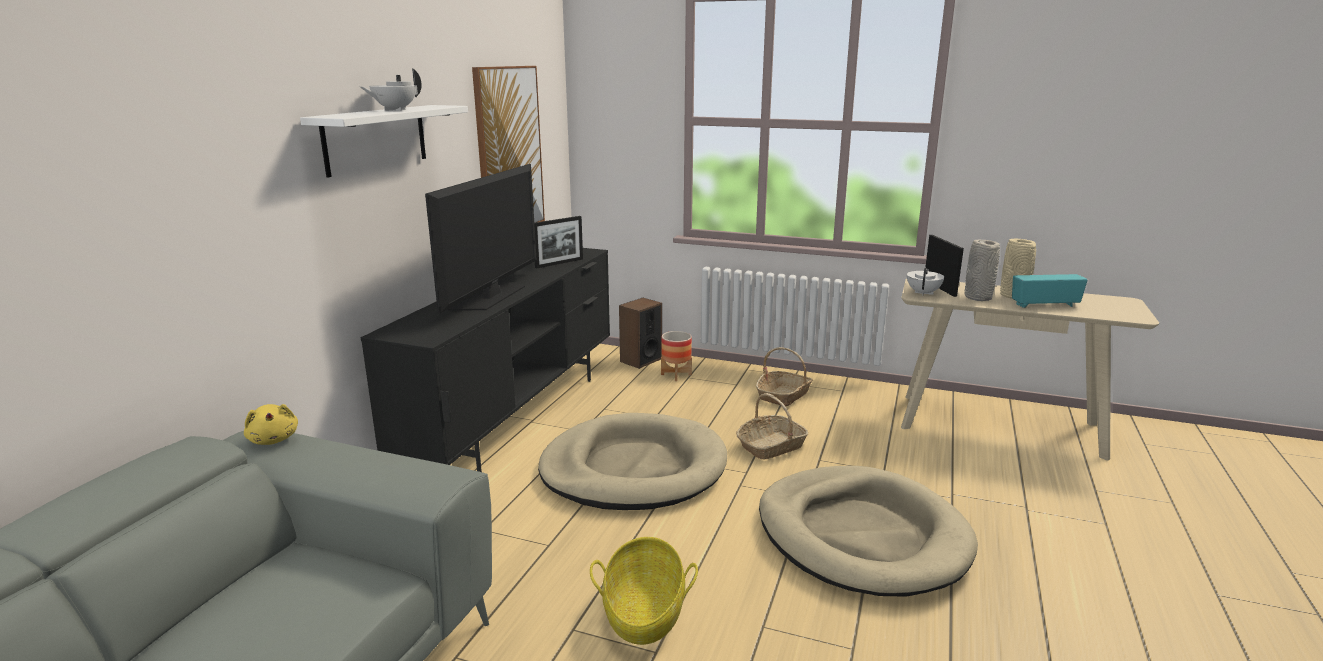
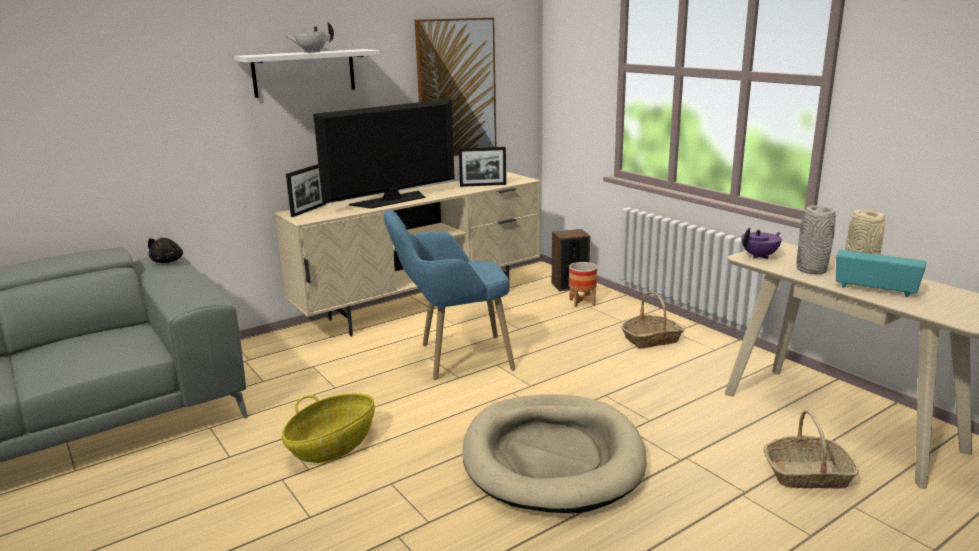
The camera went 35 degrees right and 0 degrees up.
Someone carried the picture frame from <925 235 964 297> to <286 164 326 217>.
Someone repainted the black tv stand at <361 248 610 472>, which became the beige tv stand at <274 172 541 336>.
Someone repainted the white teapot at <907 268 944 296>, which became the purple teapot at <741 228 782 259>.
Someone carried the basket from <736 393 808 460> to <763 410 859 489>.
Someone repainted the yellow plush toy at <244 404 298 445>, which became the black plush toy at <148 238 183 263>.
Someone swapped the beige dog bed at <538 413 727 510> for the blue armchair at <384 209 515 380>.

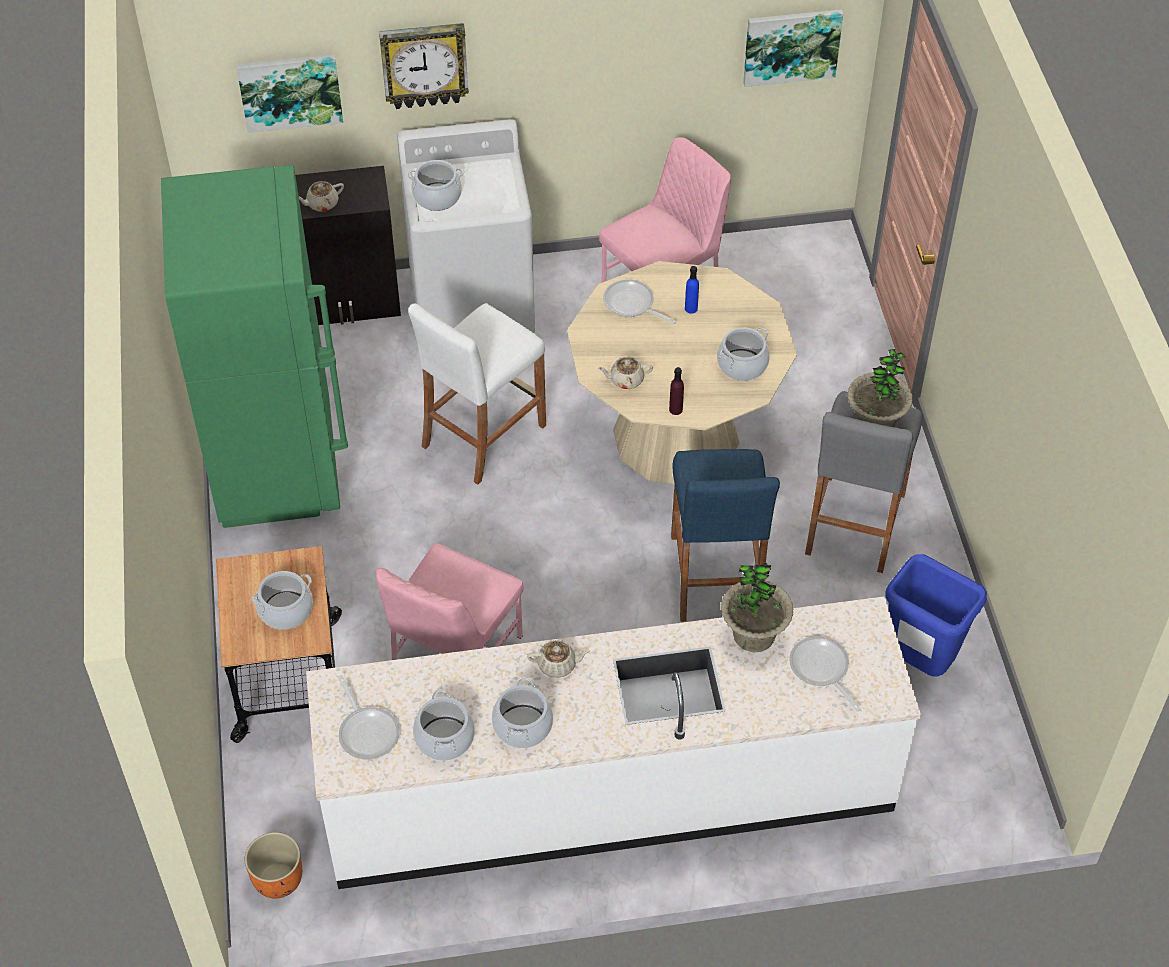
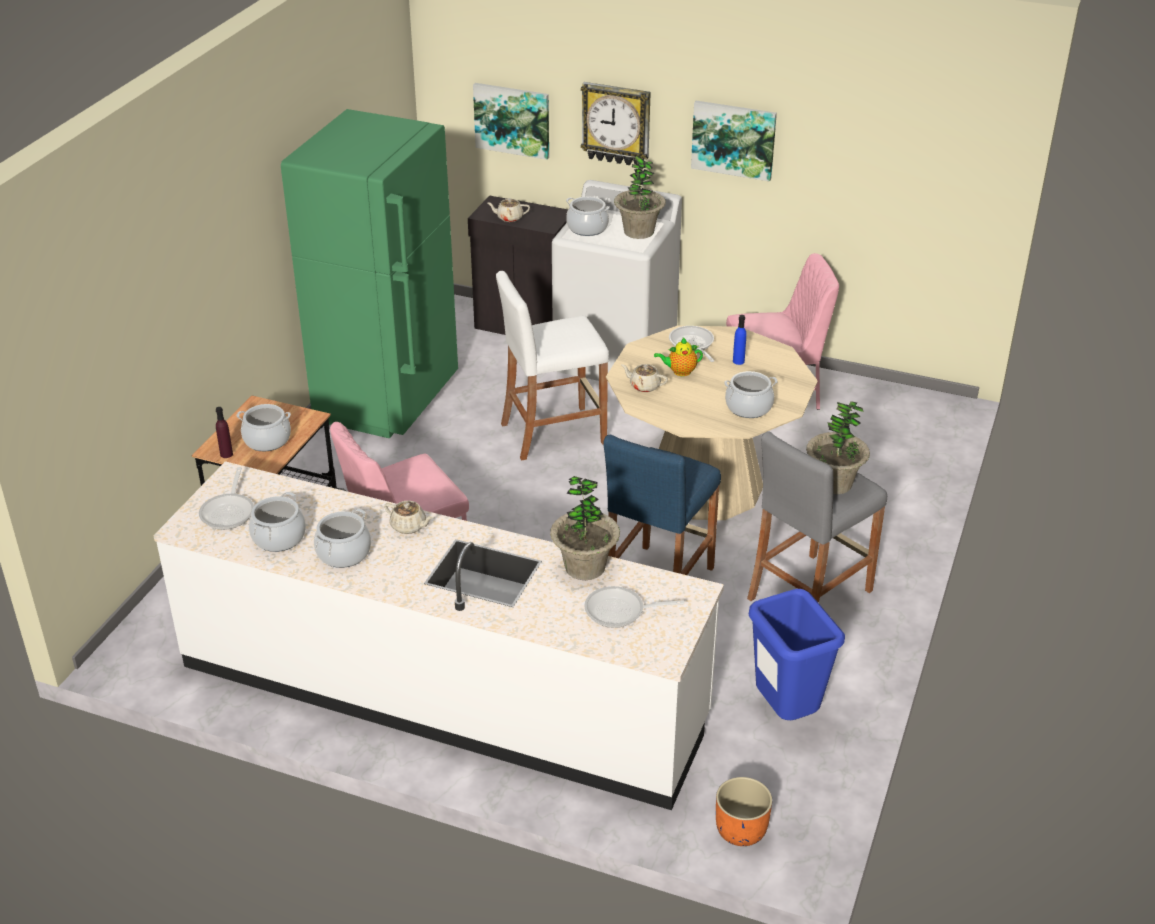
The camera went 30 degrees right and 15 degrees down.
Someone carried the picture from <743 9 843 87> to <691 101 777 181>.
Someone carried the purple bottle from <669 367 684 415> to <216 407 233 458>.
Someone rotated the frying pan at <789 636 861 712> by 90 degrees counterclockwise.
Someone carried the orange planter from <245 832 302 898> to <716 777 772 846>.
Someone put down the potted plant at <614 156 666 239>.
Someone put down the teapot at <654 338 703 376>.

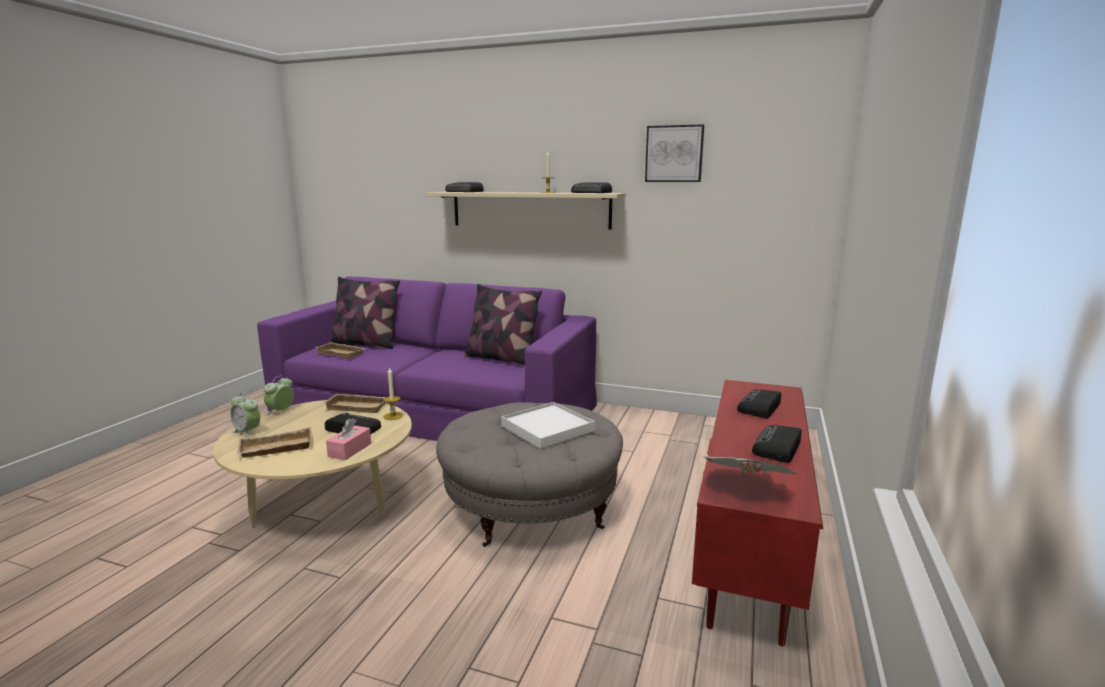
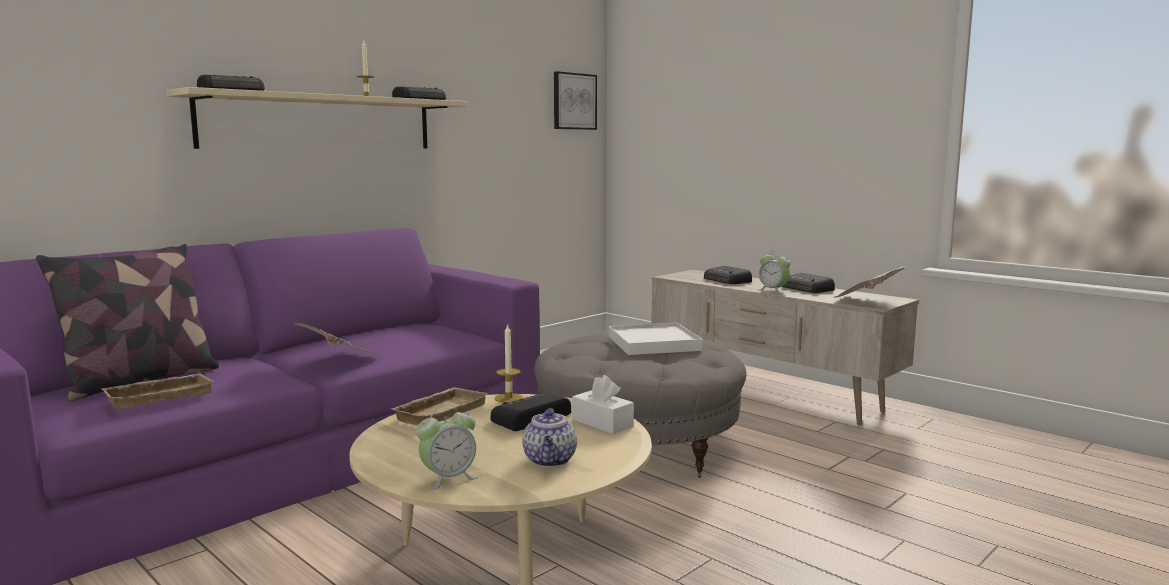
The camera went 65 degrees left and 5 degrees down.
Someone carried the picture from <645 124 704 182> to <554 71 597 130>.
Someone took away the pillow at <464 284 542 365>.
Someone carried the alarm clock from <264 376 294 415> to <759 251 791 294>.
Someone repainted the red tv stand at <692 380 824 647>, which became the beige tv stand at <652 270 919 425>.
Someone repainted the pink tissue box at <326 418 371 460>, which became the white tissue box at <572 375 634 434>.
Someone swapped the beige tray at <237 427 312 458> for the teapot at <523 408 577 467>.
Someone put down the newspaper at <293 322 379 355>.

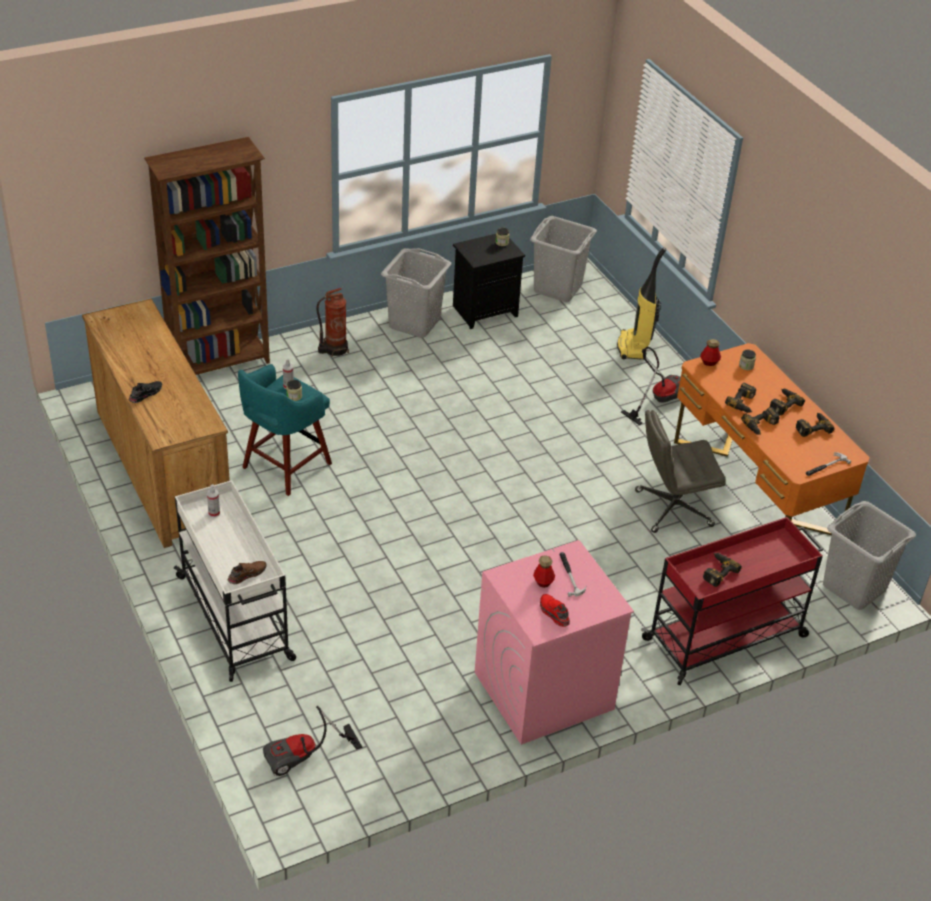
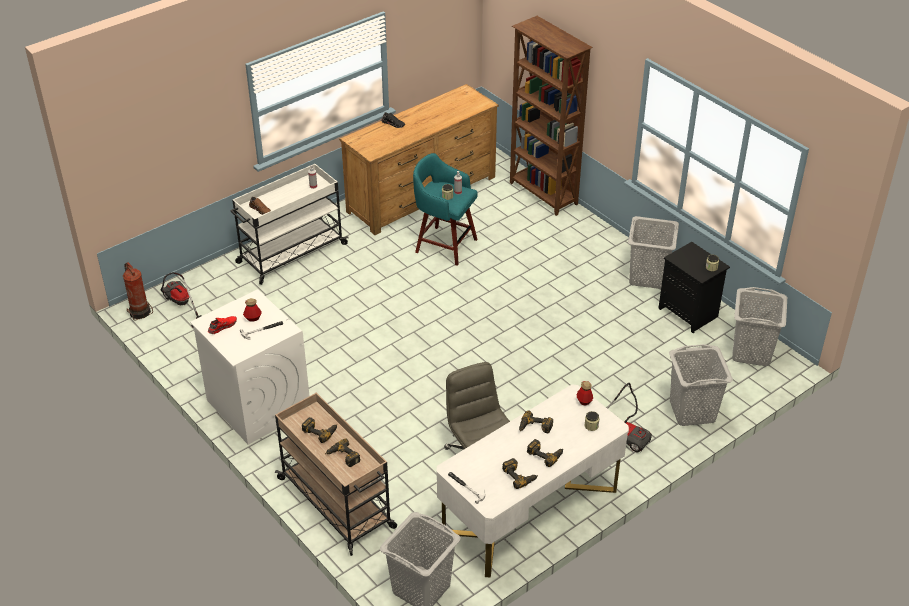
The camera went 80 degrees right and 0 degrees up.
Someone swapped the vacuum cleaner at <617 247 666 360> for the grey laundry basket at <669 344 733 426>.
Someone carried the fire extinguisher from <316 288 349 357> to <123 262 153 321>.
Someone repainted the orange desk at <674 343 870 535>, which became the white desk at <436 384 629 578>.
Someone carried the power drill from <741 407 780 435> to <325 439 361 467>.
Someone repainted the red cart at <641 517 824 685>, which became the beige cart at <275 393 397 556>.
Someone repainted the pink washing machine at <475 540 634 745>, which became the white washing machine at <190 290 310 445>.

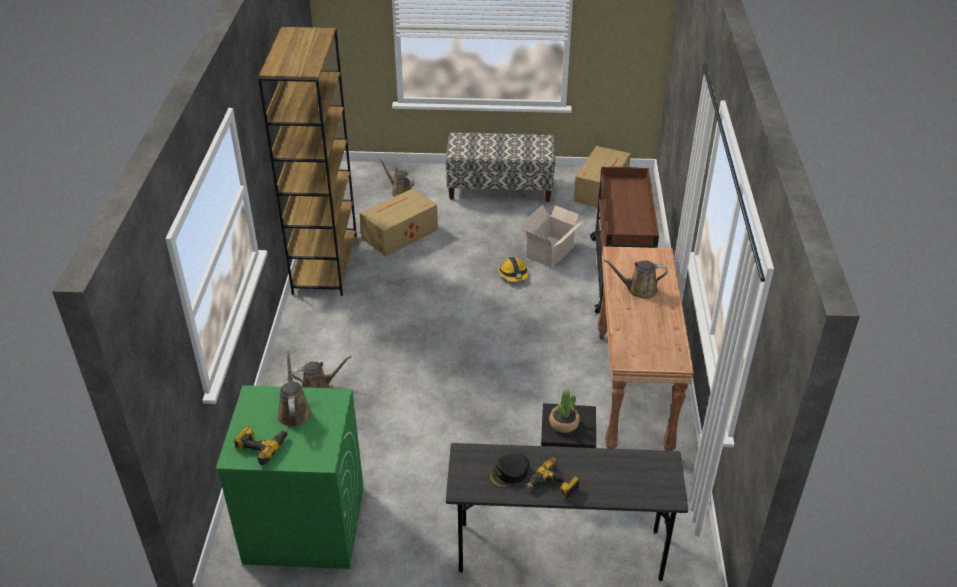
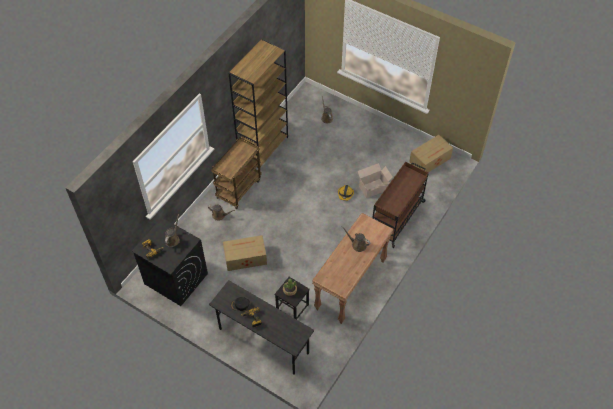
The camera went 30 degrees right and 15 degrees up.
Someone took away the bench at <446 132 555 202>.
Someone carried the cardboard box from <360 188 438 257> to <223 235 267 271>.
Someone repainted the green washing machine at <216 385 364 569>, which became the black washing machine at <132 218 208 306>.
Someone put down the brown cart at <211 138 261 209>.

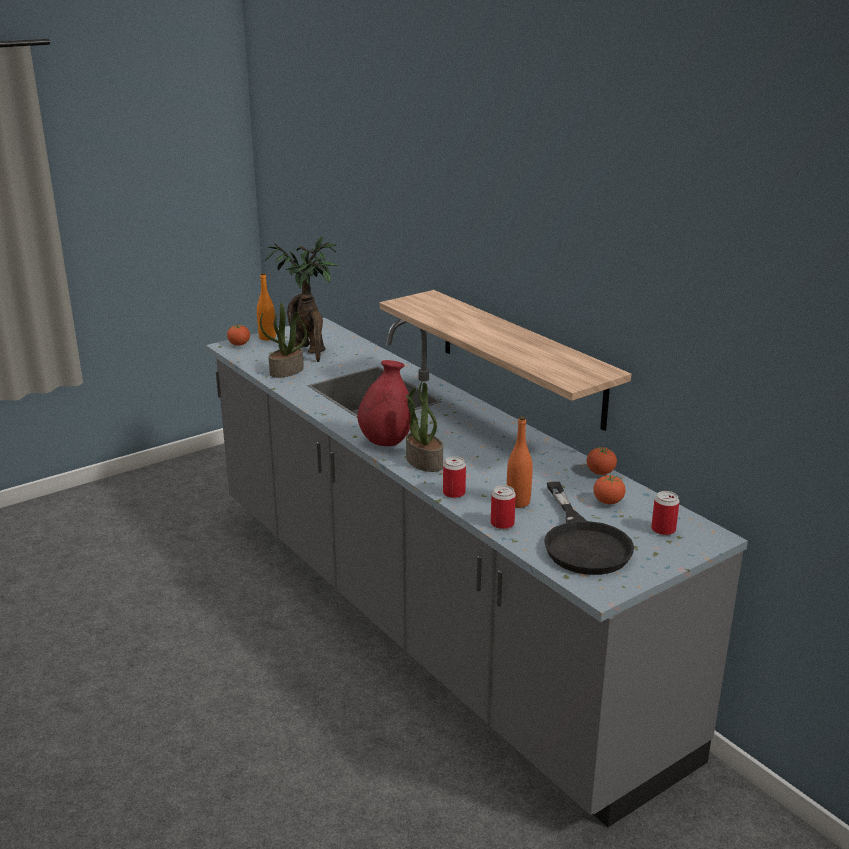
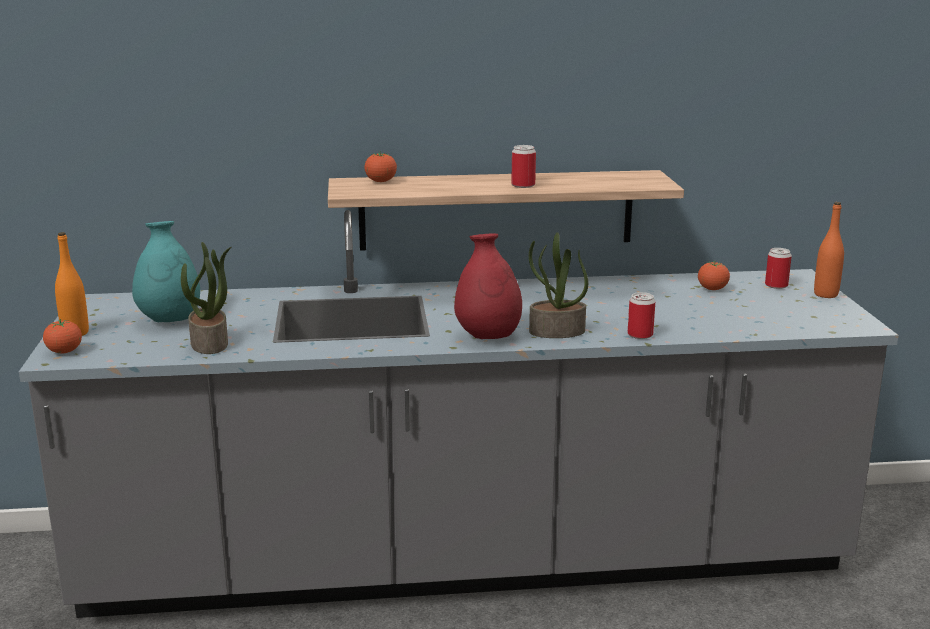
The camera went 60 degrees left and 5 degrees down.
Someone swapped the potted plant at <265 236 338 362> for the turquoise vase at <132 221 200 323>.
Someone carried the orange bottle from <507 416 533 508> to <814 202 844 298>.
Someone carried the tomato from <587 447 617 475> to <364 153 397 182>.
Someone took away the black frying pan at <544 482 634 575>.
Someone carried the can from <491 485 516 529> to <511 145 536 188>.

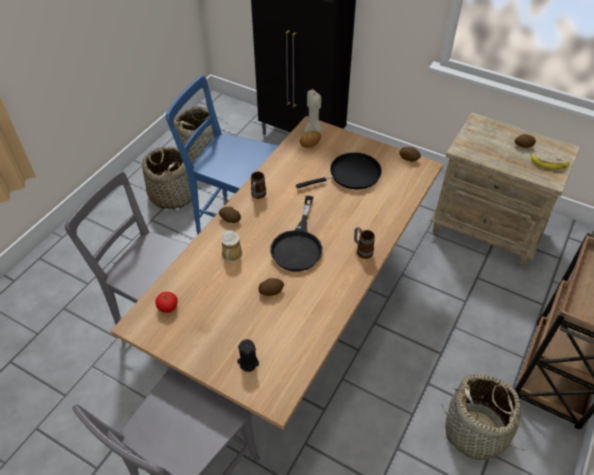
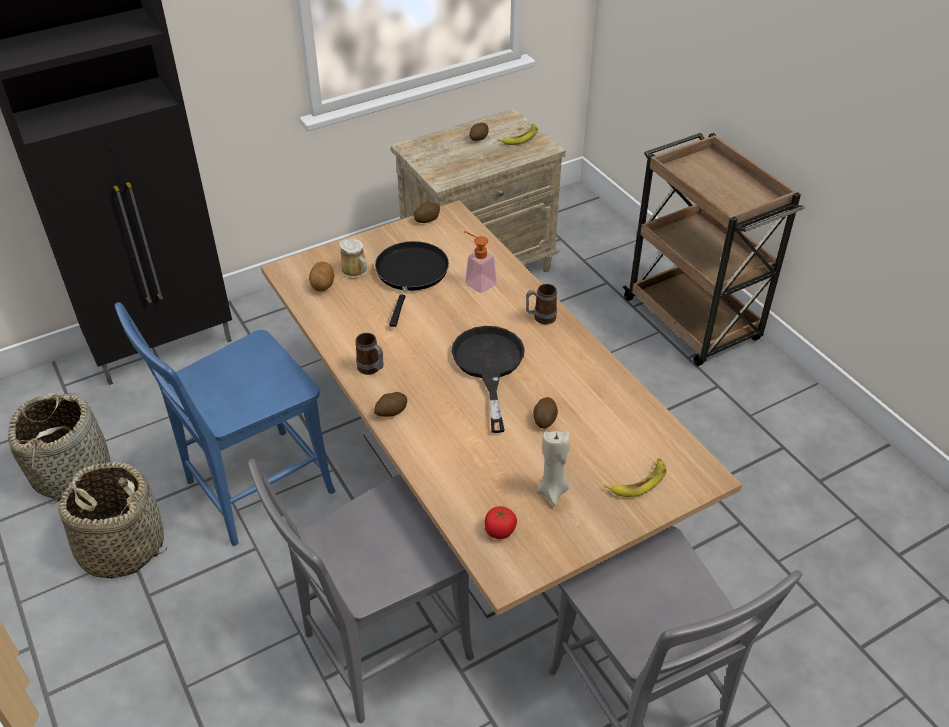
The camera went 60 degrees left and 5 degrees down.
Someone carried the beige candle from <304 89 322 132> to <537 431 570 506>.
Someone rotated the black frying pan at <270 196 322 272> by 135 degrees counterclockwise.
Someone carried the mug from <221 230 243 262> to <339 239 367 278>.
Someone swapped the black candle at <237 339 259 372> for the banana at <604 458 667 497>.
Someone took away the basket at <442 374 528 460>.
Someone put down the soap dispenser at <464 231 497 293>.

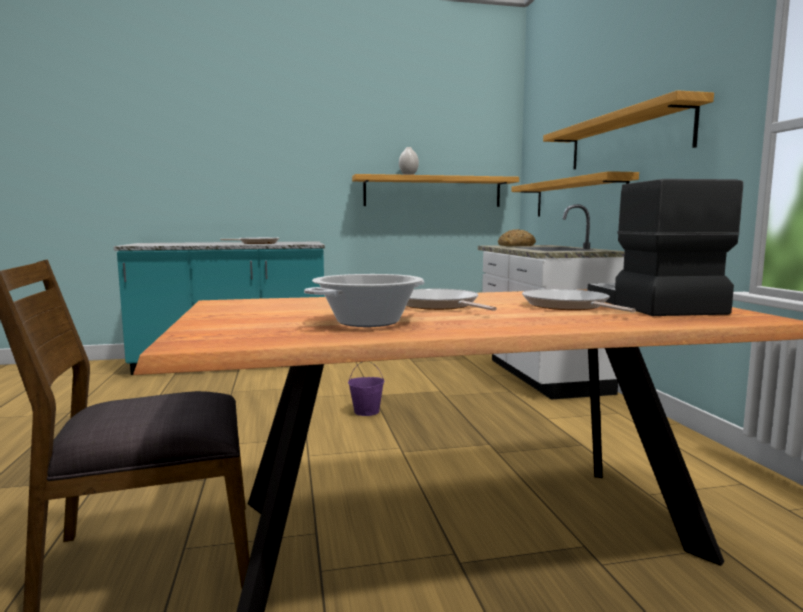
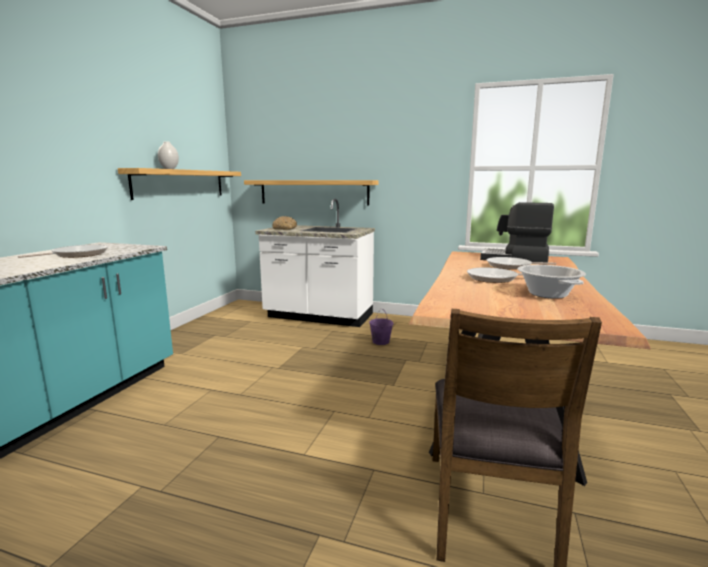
The camera went 60 degrees left and 5 degrees up.
Someone took away the shelf at <543 90 714 170>.
Someone carried the purple bucket from <348 361 384 416> to <369 308 394 345>.

